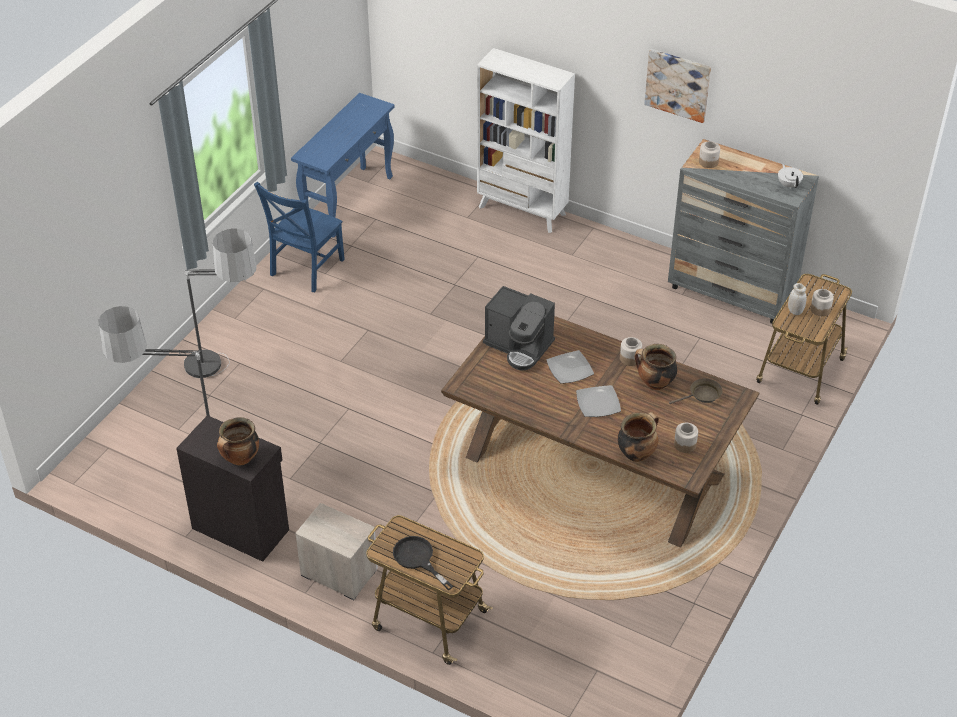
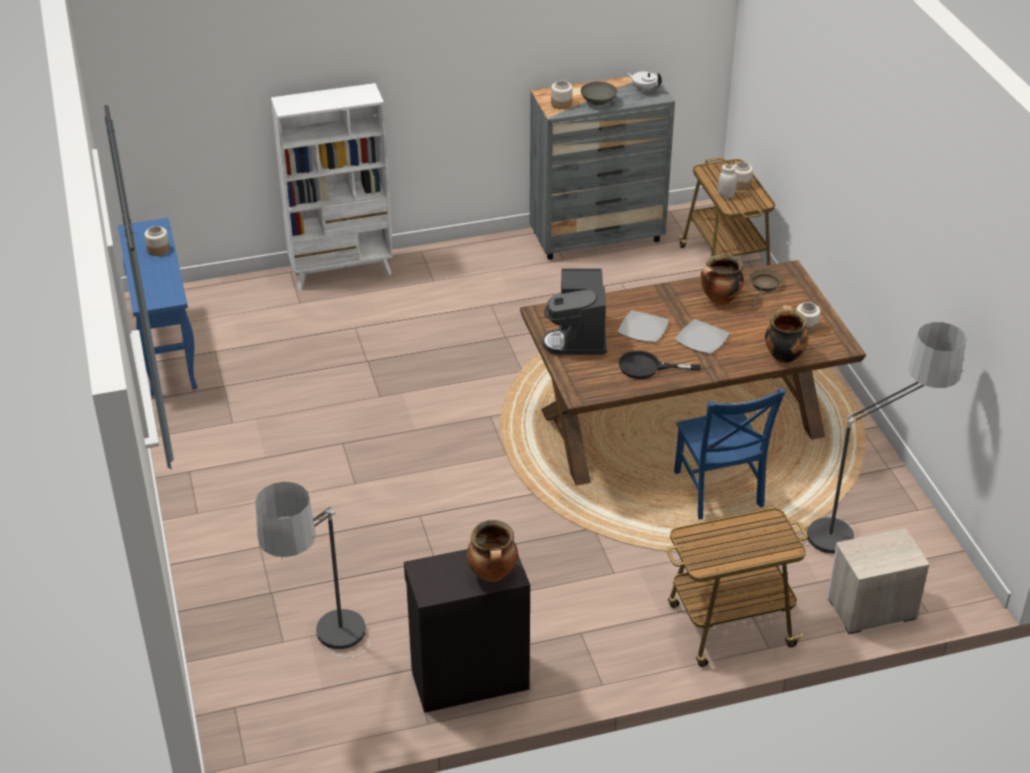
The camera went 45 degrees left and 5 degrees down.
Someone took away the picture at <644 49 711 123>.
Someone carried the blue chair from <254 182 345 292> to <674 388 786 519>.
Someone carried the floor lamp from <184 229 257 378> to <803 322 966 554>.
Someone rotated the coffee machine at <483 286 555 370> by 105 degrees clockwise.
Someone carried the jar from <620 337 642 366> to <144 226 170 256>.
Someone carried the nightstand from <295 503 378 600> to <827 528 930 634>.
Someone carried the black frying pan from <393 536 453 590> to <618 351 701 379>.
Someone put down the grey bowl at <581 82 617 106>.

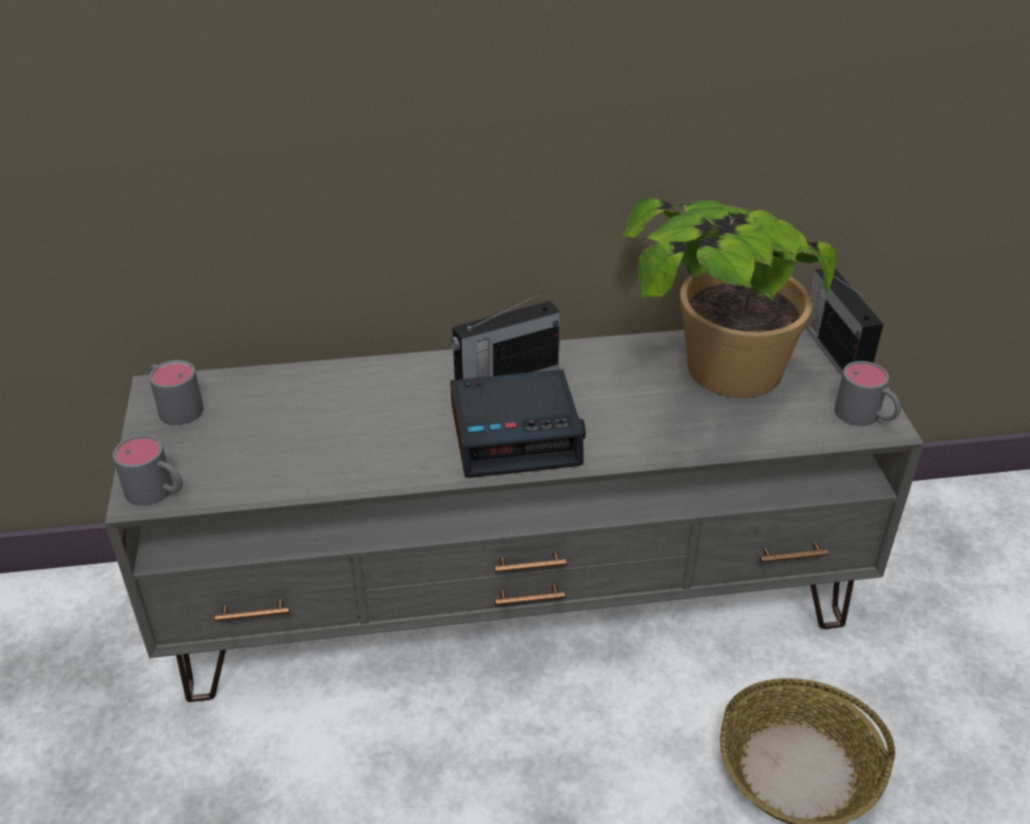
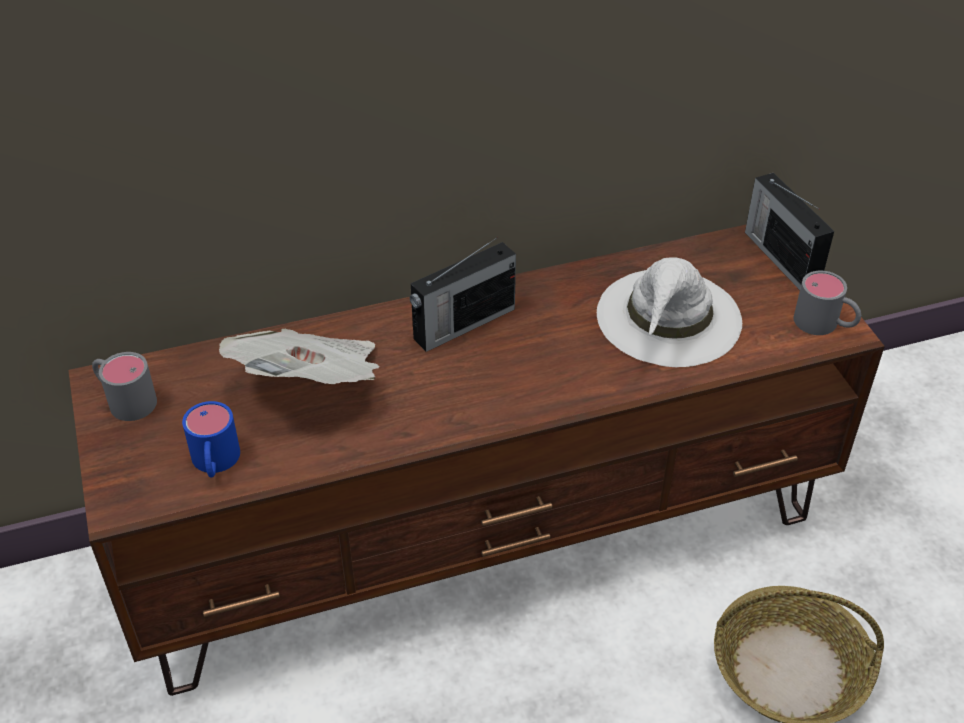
The camera went 10 degrees left and 5 degrees up.
Someone swapped the potted plant at <622 198 837 398> for the white hat at <597 257 742 367>.
Someone repainted the grey tv stand at <105 329 924 702>, which became the brown tv stand at <68 225 885 696>.
Someone took away the alarm clock at <450 369 586 478>.
Someone took away the grey mug at <113 435 183 506>.
Someone put down the newspaper at <219 329 380 384>.
Someone put down the blue mug at <182 401 240 478>.

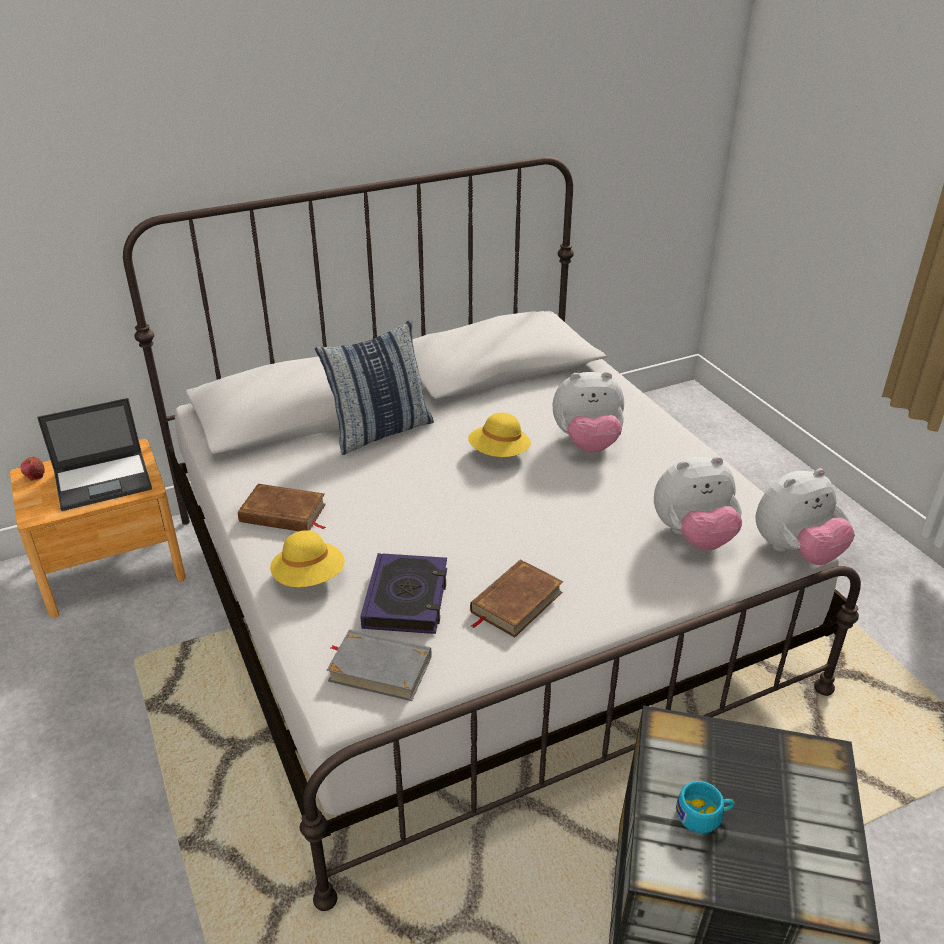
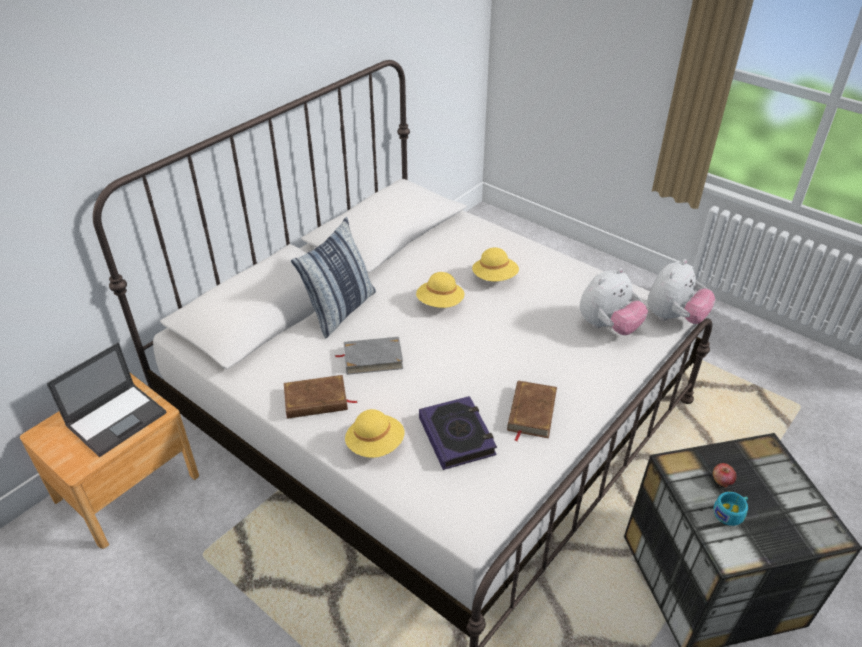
The camera went 25 degrees left and 5 degrees up.
Someone swapped the plush toy at <553 372 624 453> for the yellow hat at <472 247 519 281>.
Someone carried the apple from <21 457 45 481> to <713 463 736 487>.
Someone carried the grey book from <326 629 431 701> to <335 337 403 375>.

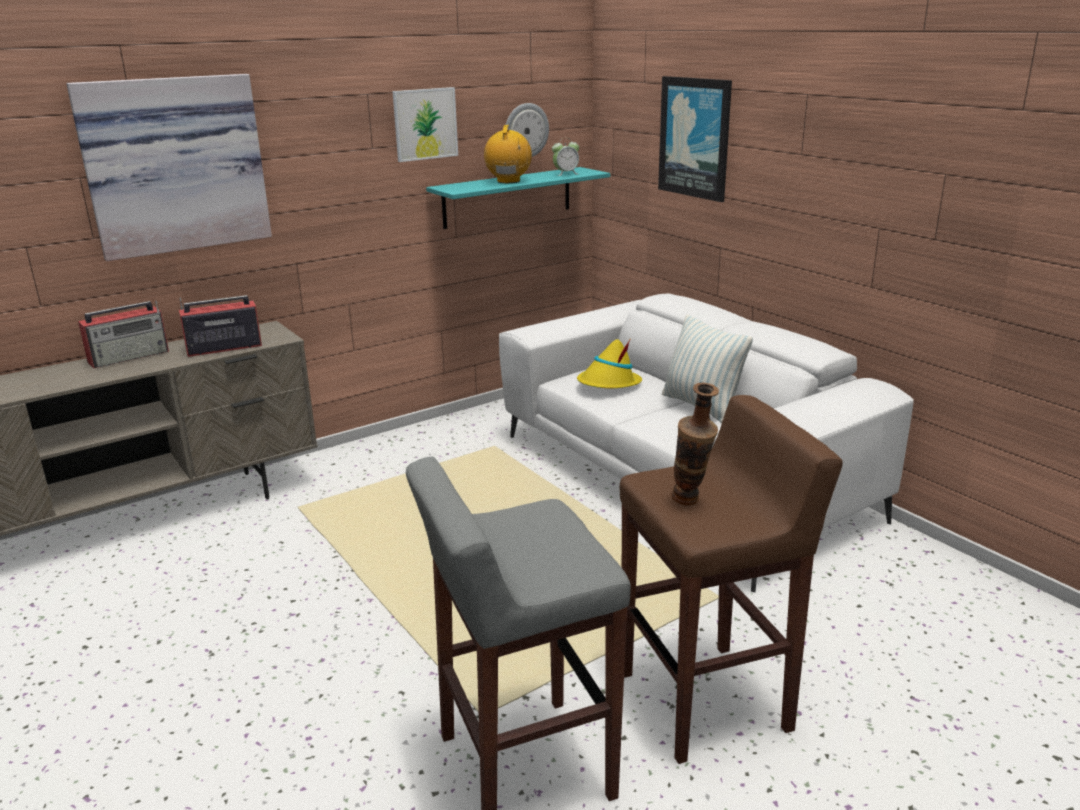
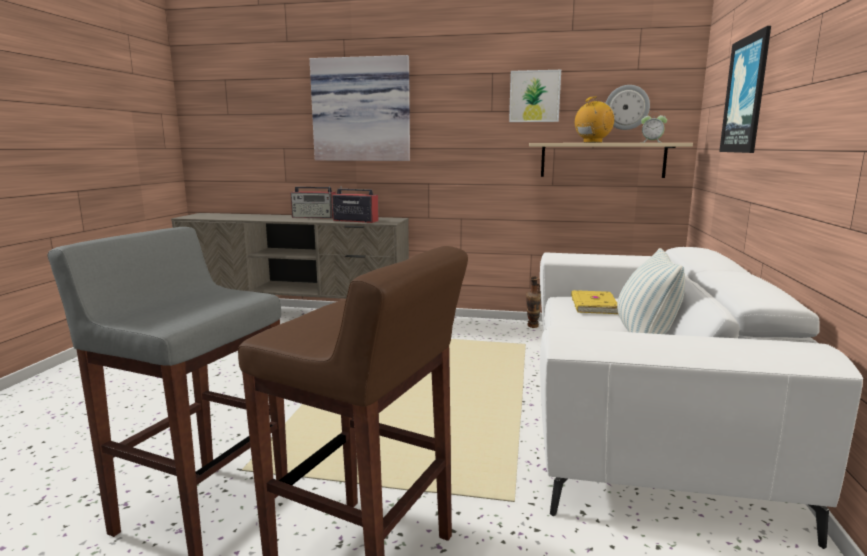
The camera went 45 degrees right and 10 degrees down.
Someone repainted the turquoise shelf at <426 167 610 229>, which became the beige shelf at <529 143 693 178>.
Someone swapped the yellow hat at <577 339 642 388> for the yellow book at <571 290 618 314>.
Someone carried the vase from <671 383 719 506> to <526 276 541 328>.

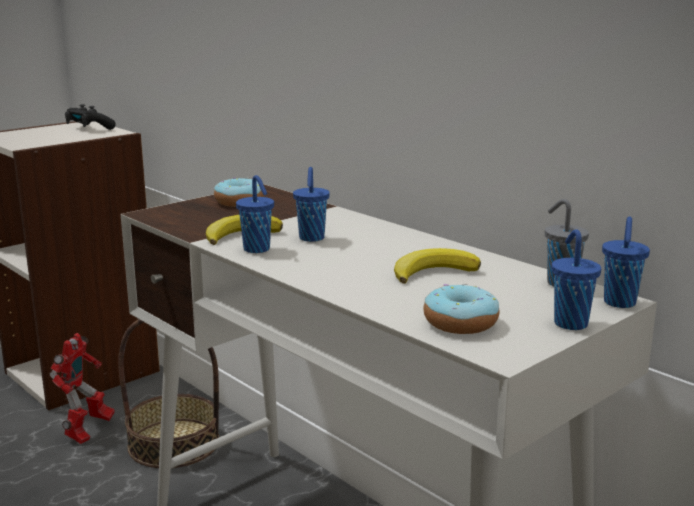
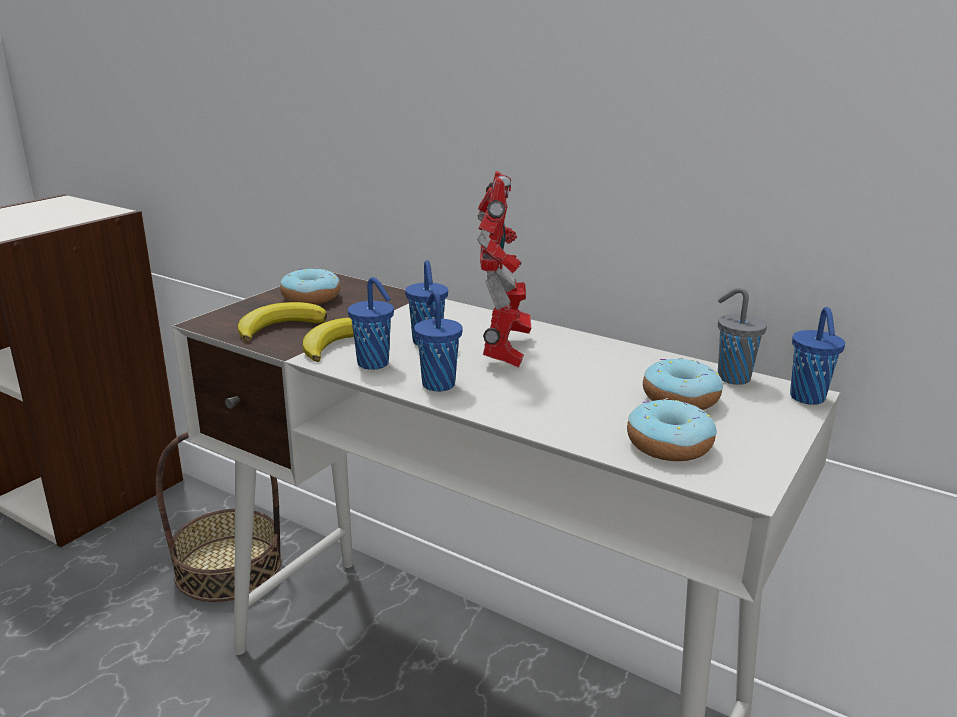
The camera went 15 degrees left and 5 degrees up.
Someone took away the black game controller at <65 104 115 130>.
Someone carried the blue cup from <552 229 601 330> to <414 291 463 392>.
Someone carried the banana from <394 248 481 284> to <238 302 327 342>.
Someone carried the toy robot from <50 333 115 444> to <478 171 531 368>.
Someone put down the donut at <643 357 723 410>.

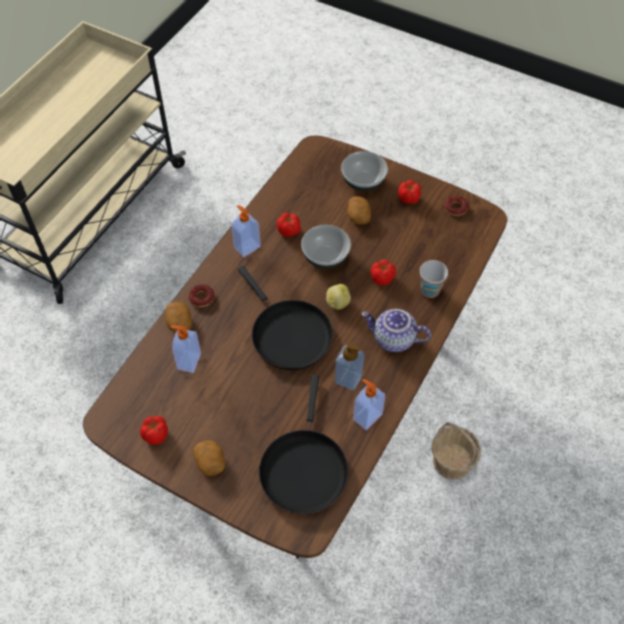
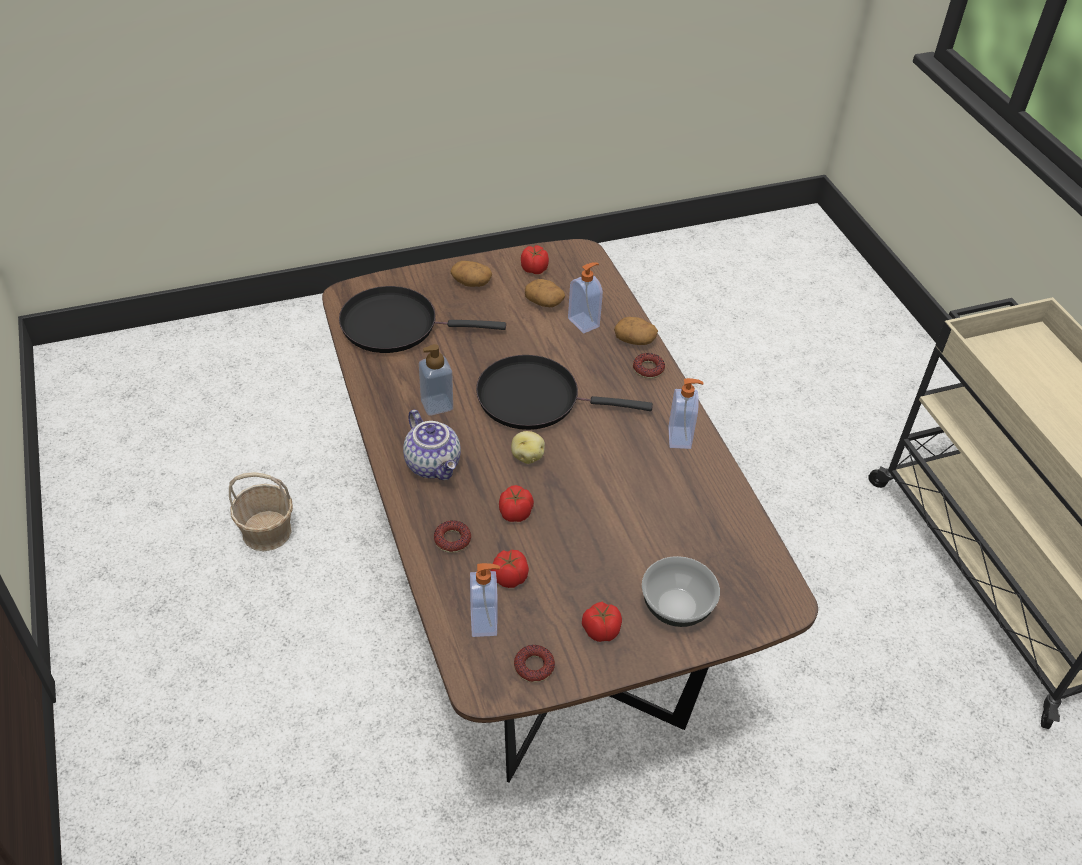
The camera went 130 degrees right and 10 degrees down.
Someone carried the potato from <347 196 371 225> to <525 279 565 307>.
Someone carried the tomato from <277 213 301 237> to <490 549 529 588>.
Someone took away the bowl at <301 225 351 269>.
Someone swapped the cup at <420 260 448 298> for the donut at <434 520 471 553>.
Someone rotated the teapot at <361 309 431 352> by 90 degrees clockwise.
Someone rotated the black frying pan at <259 375 349 514> by 45 degrees counterclockwise.
Someone carried the soap dispenser from <353 379 385 430> to <470 563 500 637>.
Someone carried the basket from <432 422 481 480> to <229 472 293 551>.

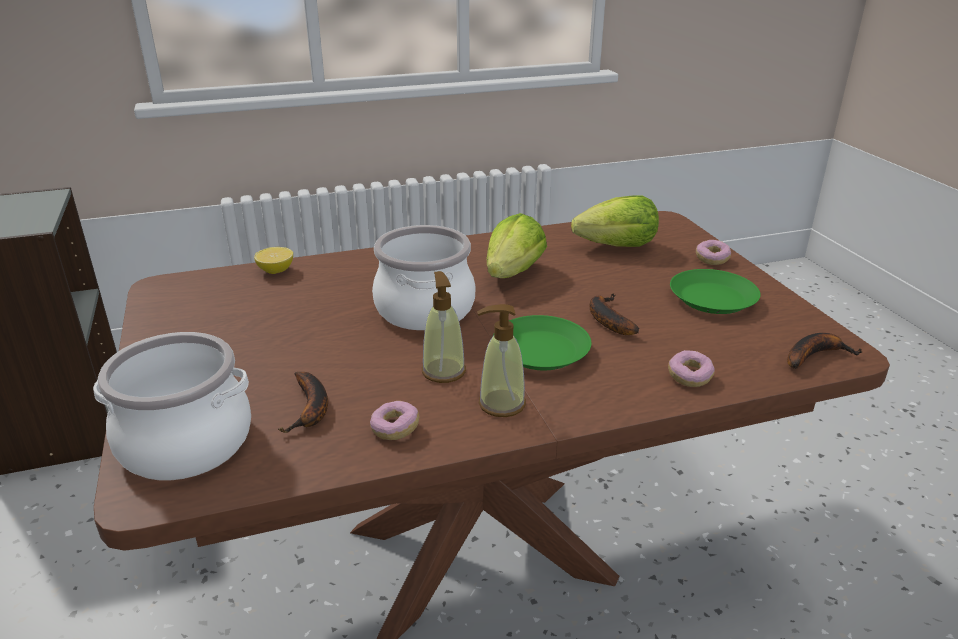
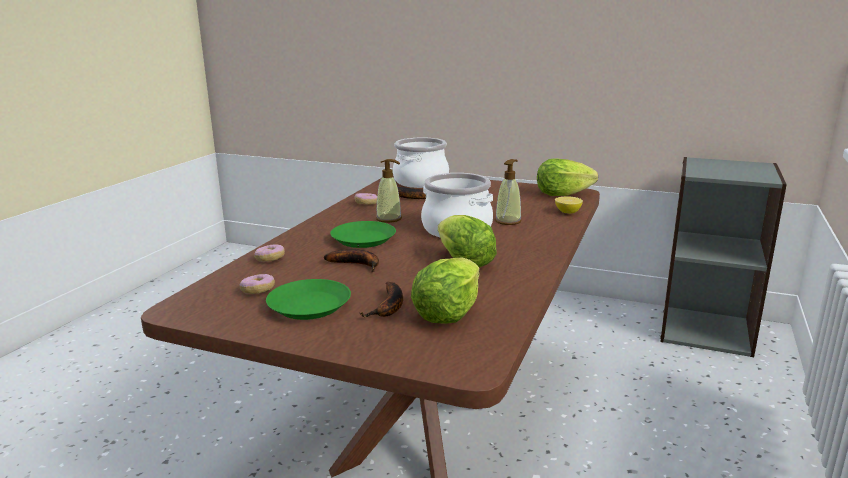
The camera went 130 degrees right and 10 degrees down.
Someone carried the donut from <696 240 731 265> to <239 274 275 294>.
Someone carried the soap dispenser from <477 304 526 417> to <495 159 522 225>.
Someone carried the banana from <787 333 862 369> to <359 282 403 317>.
Someone put down the lettuce at <537 158 598 196>.

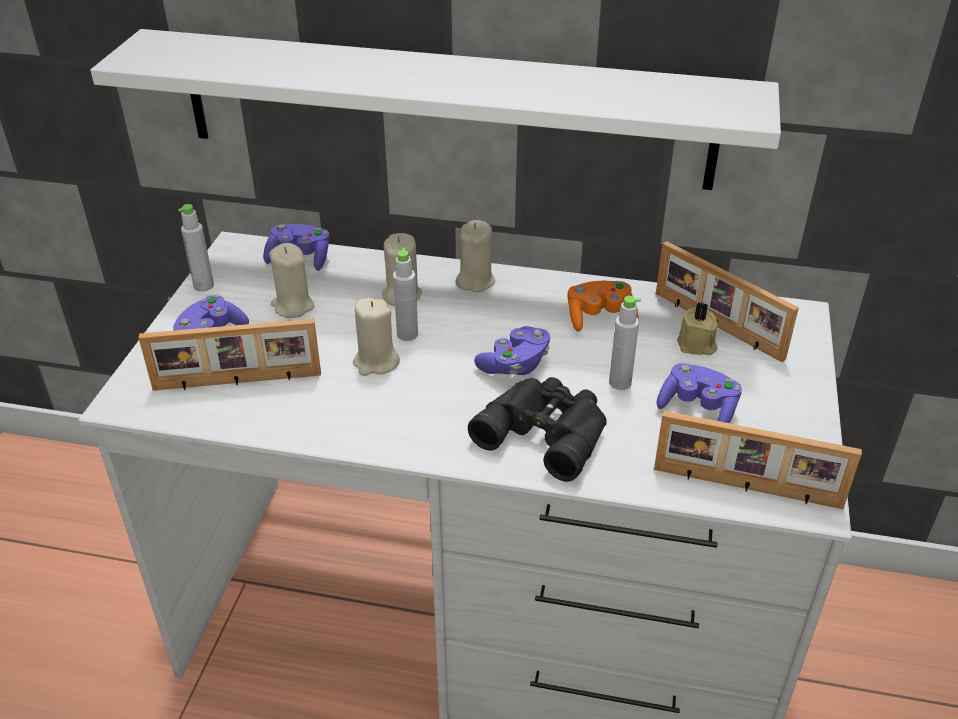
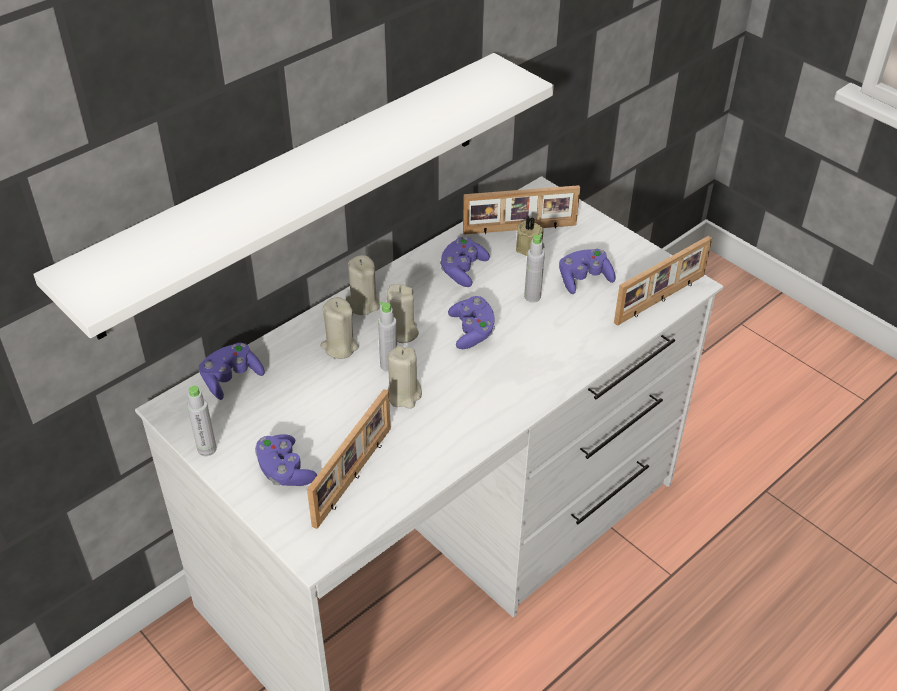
The camera went 55 degrees left and 5 degrees up.
Someone carried the beige candle from <269 243 314 318> to <387 284 419 343>.
Someone repainted the orange game controller at <567 281 638 332>, which became the purple game controller at <440 237 490 287>.
Someone took away the black binoculars at <468 377 607 482>.

